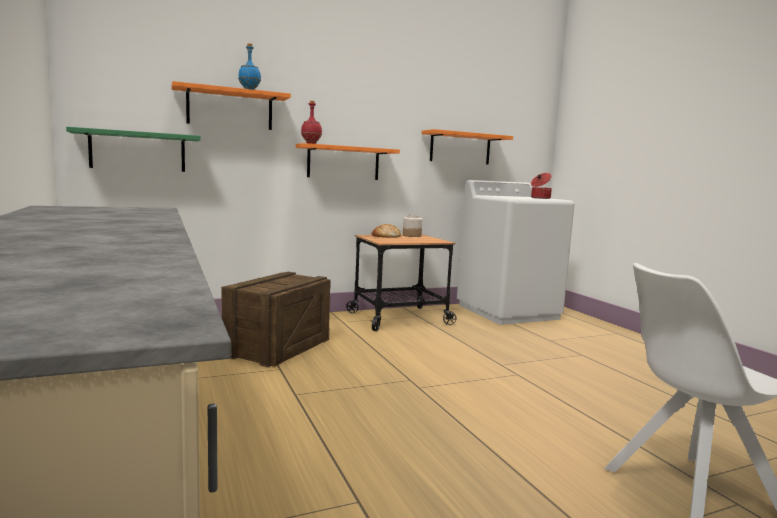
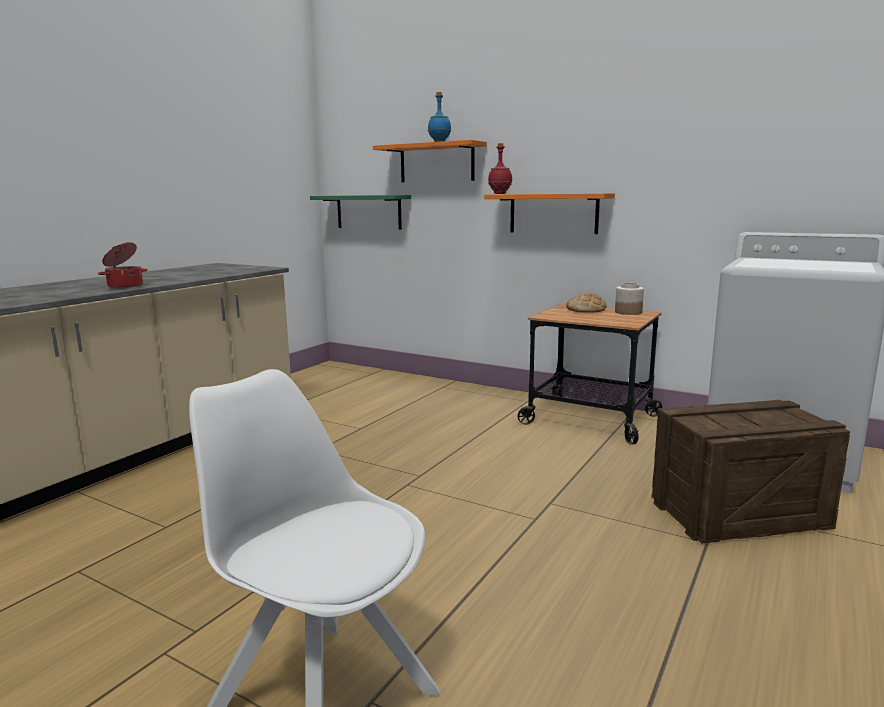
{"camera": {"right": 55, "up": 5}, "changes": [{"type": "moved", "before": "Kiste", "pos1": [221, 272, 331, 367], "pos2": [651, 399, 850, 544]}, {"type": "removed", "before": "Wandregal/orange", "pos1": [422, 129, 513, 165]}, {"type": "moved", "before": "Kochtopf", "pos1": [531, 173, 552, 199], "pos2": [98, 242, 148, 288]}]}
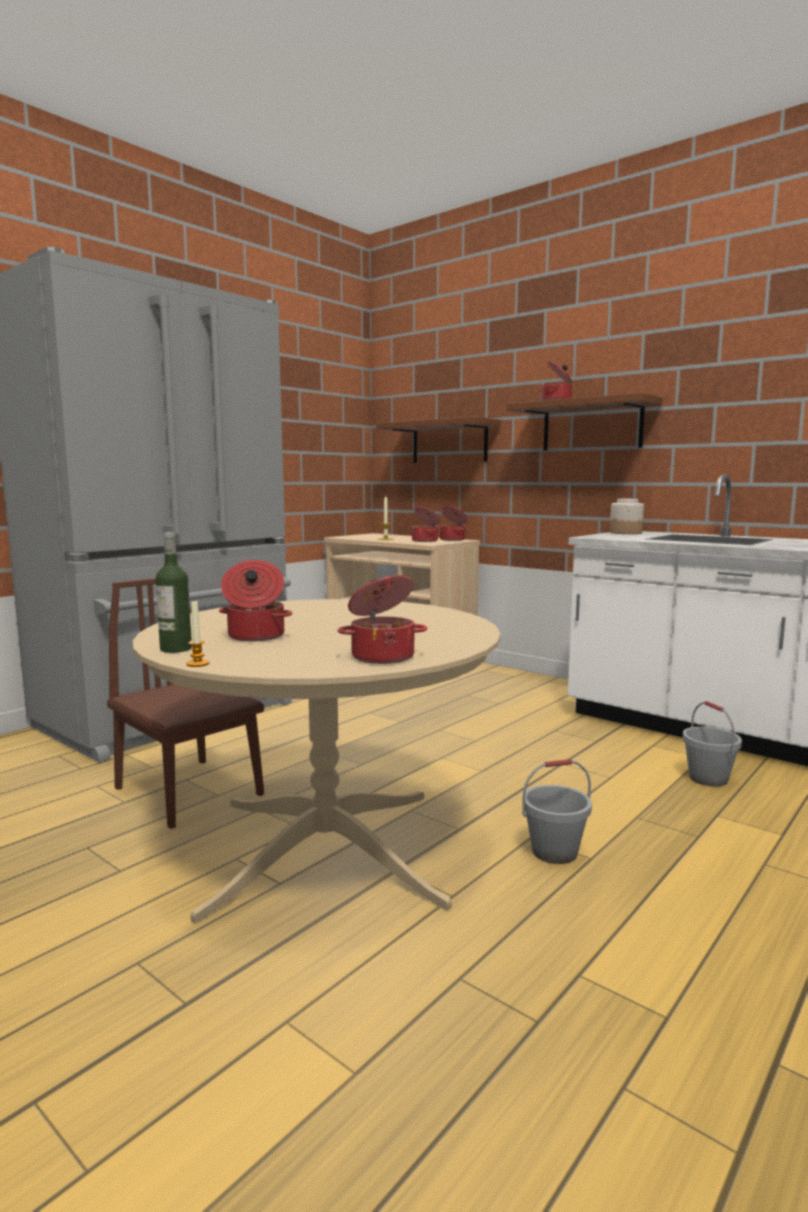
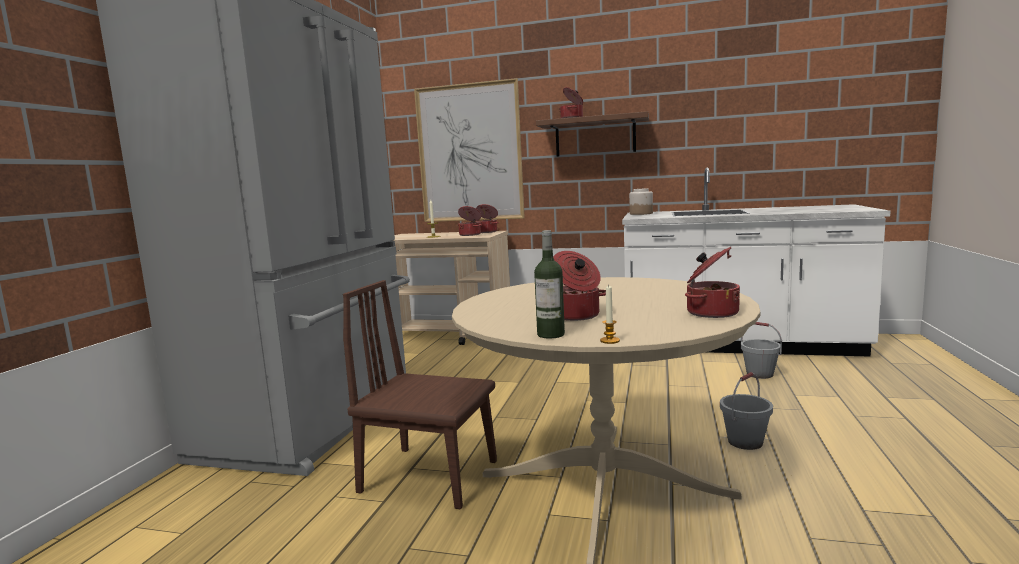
{"camera": {"right": -25, "up": 0}, "changes": [{"type": "replaced", "before": "Wandregal/braun", "after": "Bild", "pos1": [376, 417, 501, 463], "pos2": [414, 78, 525, 222]}]}
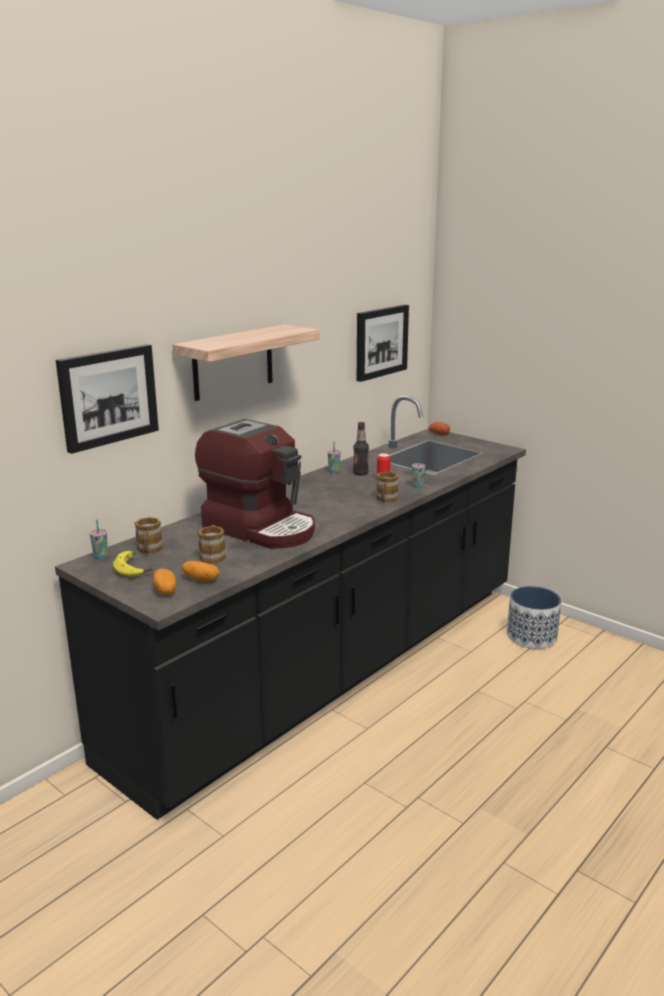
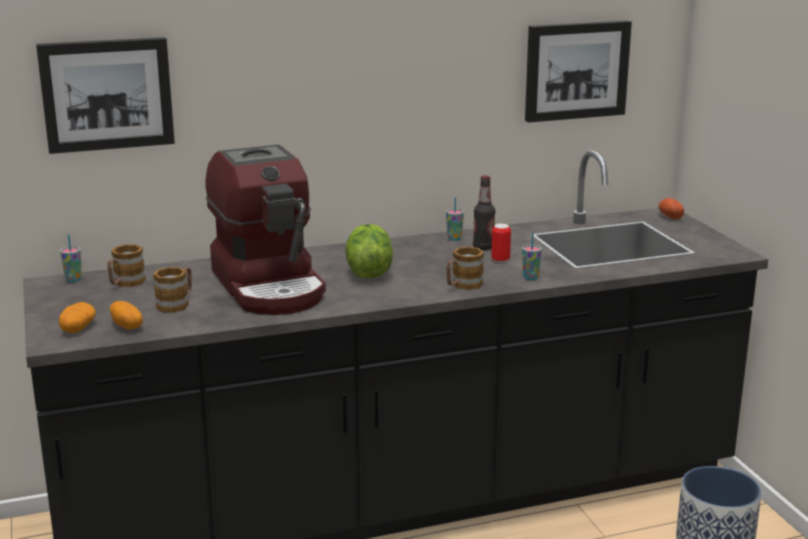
{"camera": {"right": 30, "up": 0}, "changes": [{"type": "removed", "before": "Banane", "pos1": [113, 551, 153, 577]}, {"type": "removed", "before": "Wandregal", "pos1": [173, 324, 320, 401]}, {"type": "added", "after": "Salatkopf", "pos2": [345, 224, 393, 278]}]}
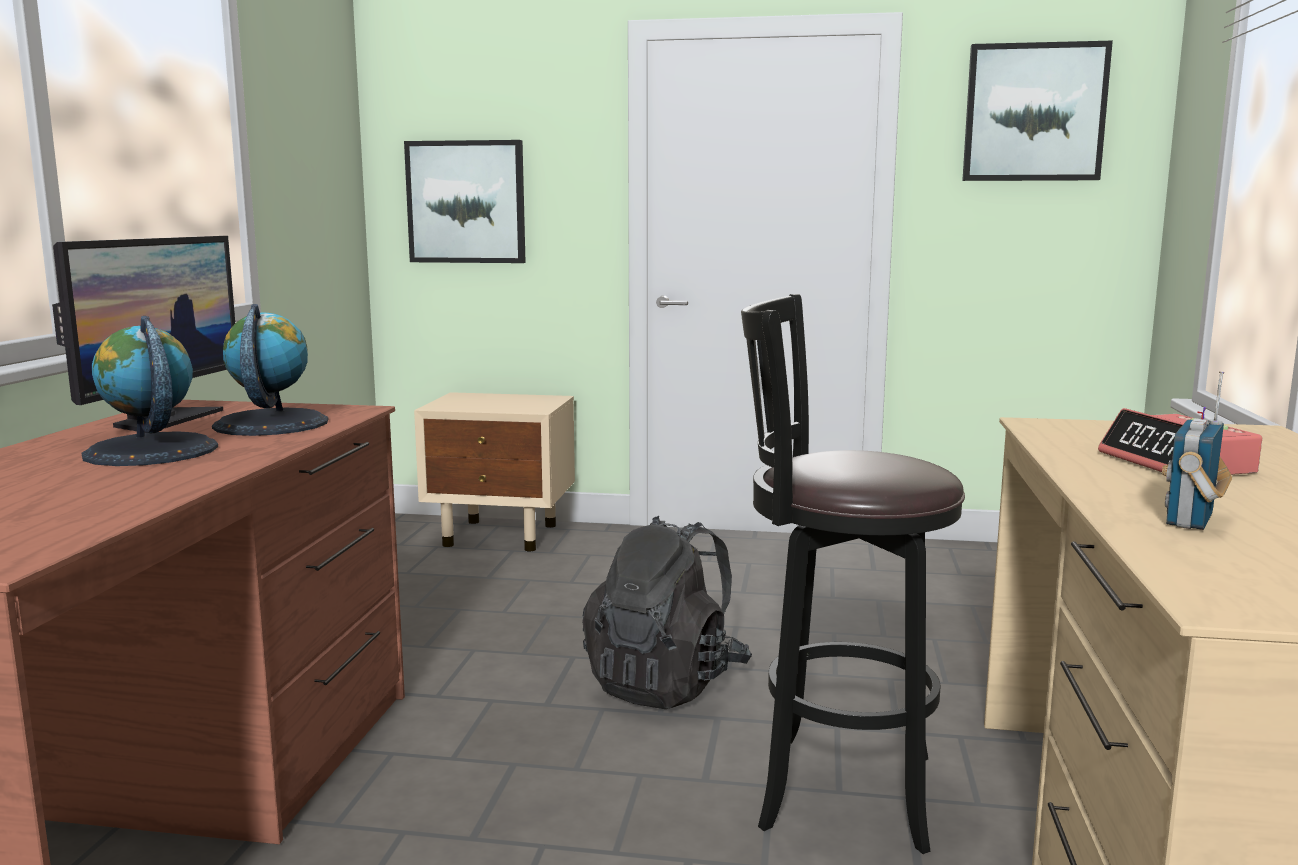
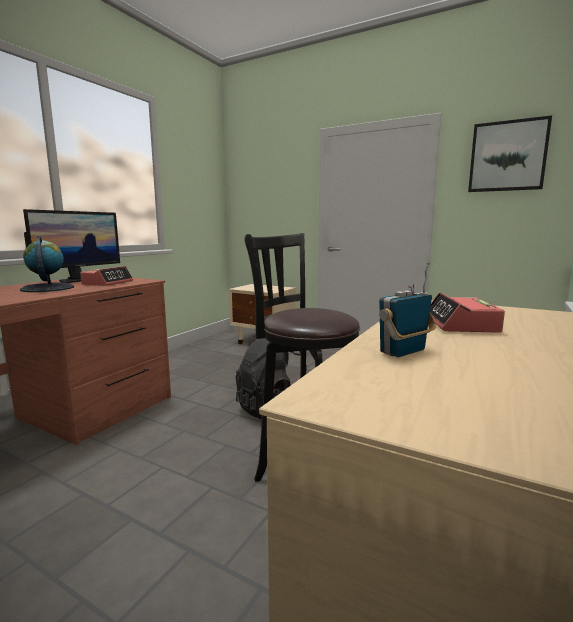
{"camera": {"right": 20, "up": 0}, "changes": [{"type": "replaced", "before": "Globus", "after": "Wecker", "pos1": [212, 304, 328, 436], "pos2": [80, 266, 133, 286]}, {"type": "removed", "before": "Bild", "pos1": [404, 140, 526, 263]}]}
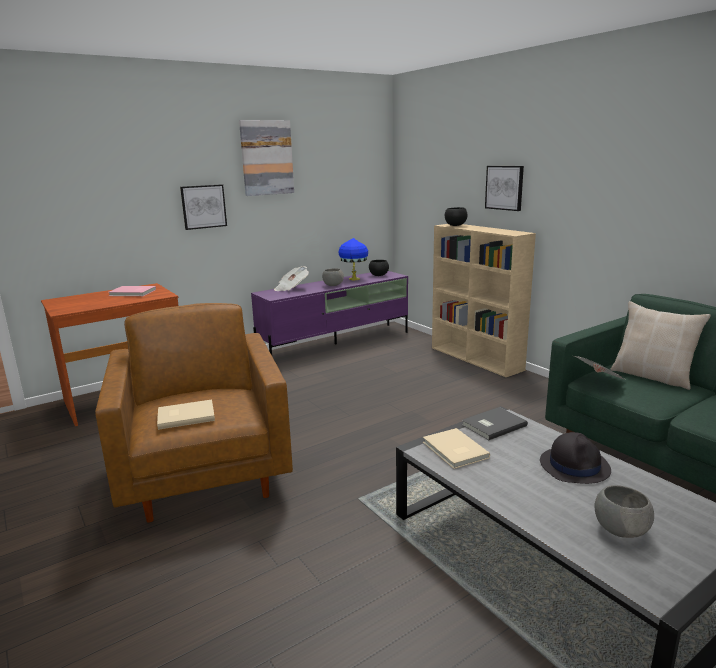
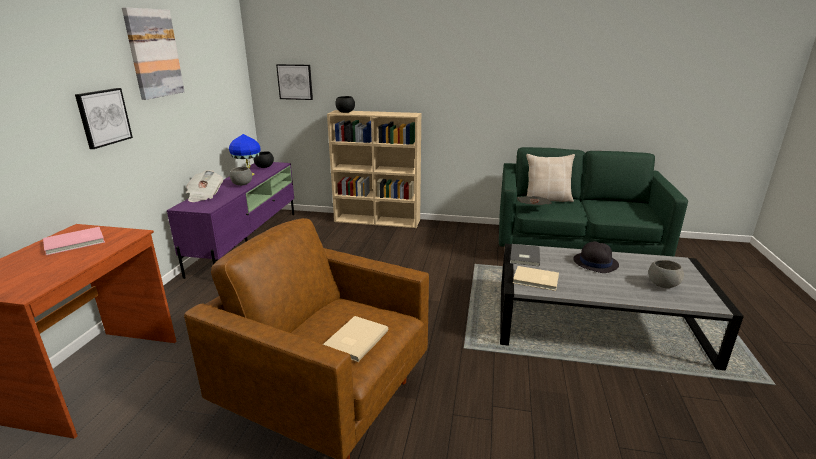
{"camera": {"right": -45, "up": 5}, "changes": [{"type": "moved", "before": "Bild", "pos1": [485, 166, 524, 211], "pos2": [276, 64, 313, 100]}]}
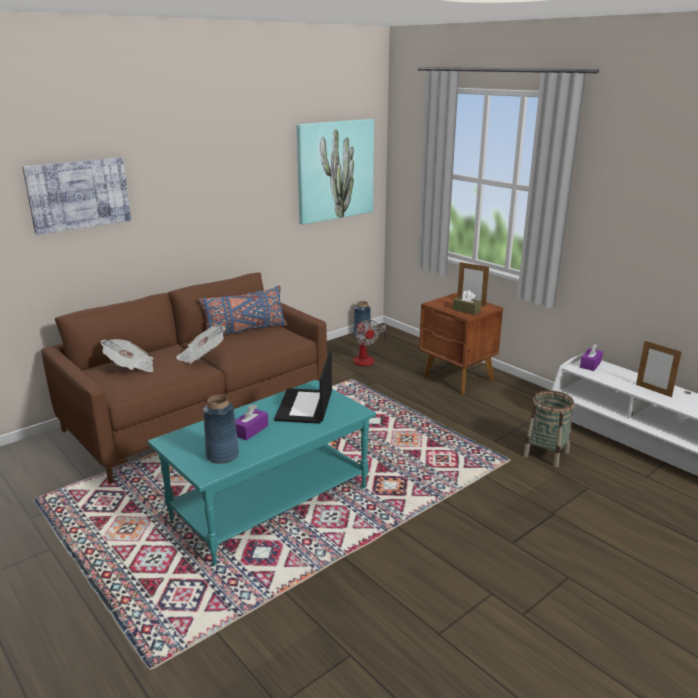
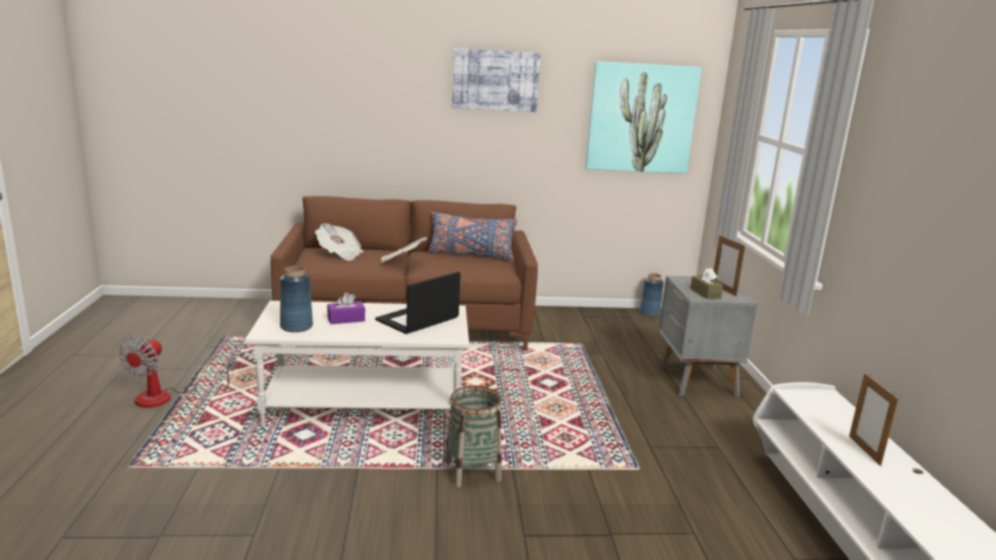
{"camera": {"right": 35, "up": -5}, "changes": [{"type": "moved", "before": "Bild", "pos1": [22, 157, 131, 235], "pos2": [452, 48, 541, 112]}, {"type": "recoloured", "before": "Couchtisch/türkis", "after": "Couchtisch/weiß", "pos1": [148, 380, 376, 565], "pos2": [245, 301, 469, 427]}, {"type": "moved", "before": "Ventilator", "pos1": [353, 320, 386, 366], "pos2": [119, 337, 235, 408]}, {"type": "recoloured", "before": "Nachttisch/braun", "after": "Nachttisch/grau", "pos1": [419, 293, 503, 395], "pos2": [659, 276, 758, 397]}, {"type": "moved", "before": "Korb", "pos1": [523, 390, 574, 467], "pos2": [445, 386, 502, 487]}, {"type": "removed", "before": "Taschentuchbox/lila", "pos1": [580, 344, 603, 371]}]}
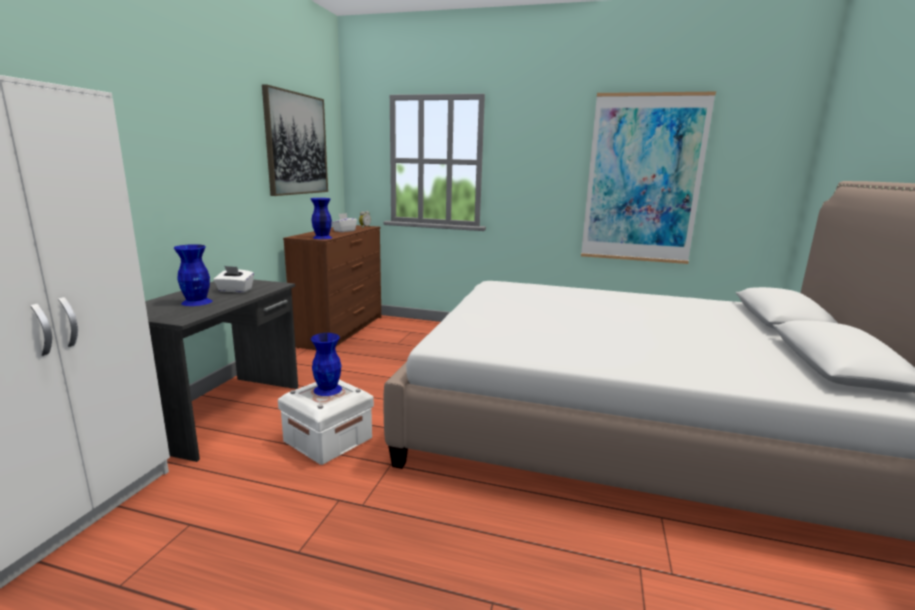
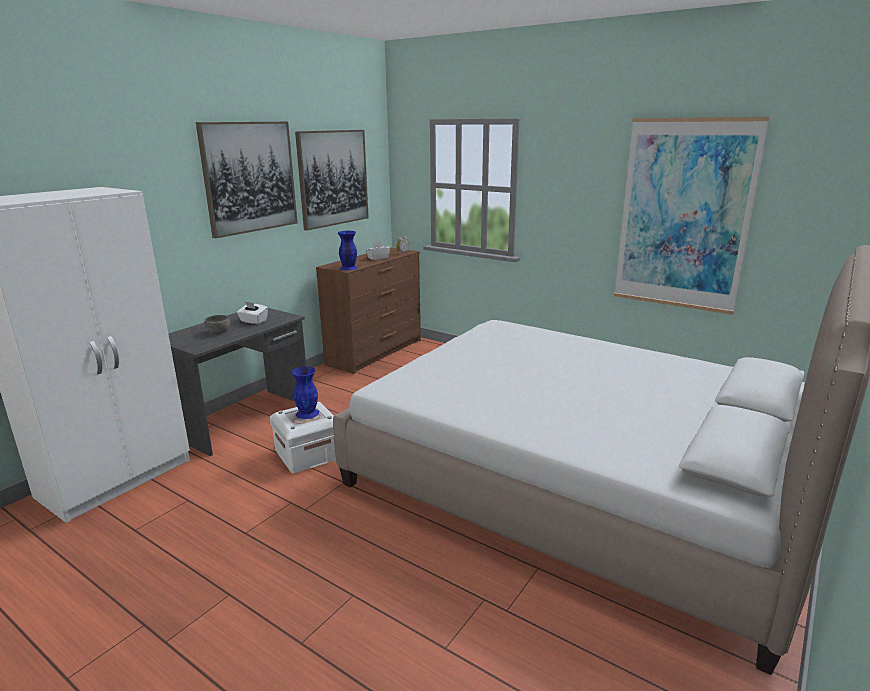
{"camera": {"right": 20, "up": 5}, "changes": [{"type": "replaced", "before": "Vase/blau", "after": "Schüssel/grau", "pos1": [174, 244, 212, 306], "pos2": [204, 315, 230, 334]}, {"type": "added", "after": "Bild", "pos2": [196, 122, 298, 238]}]}
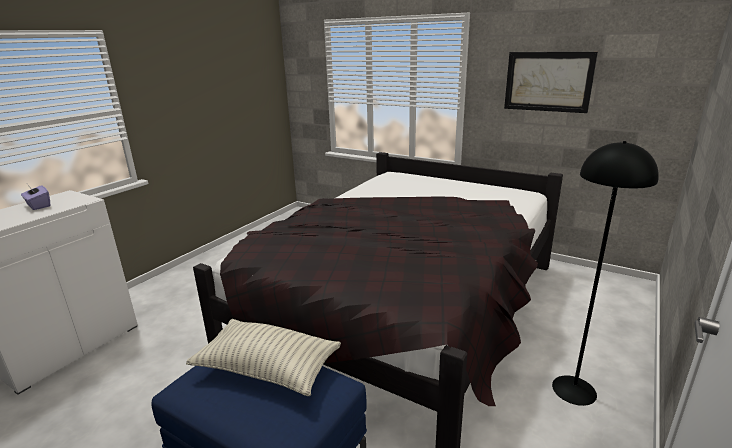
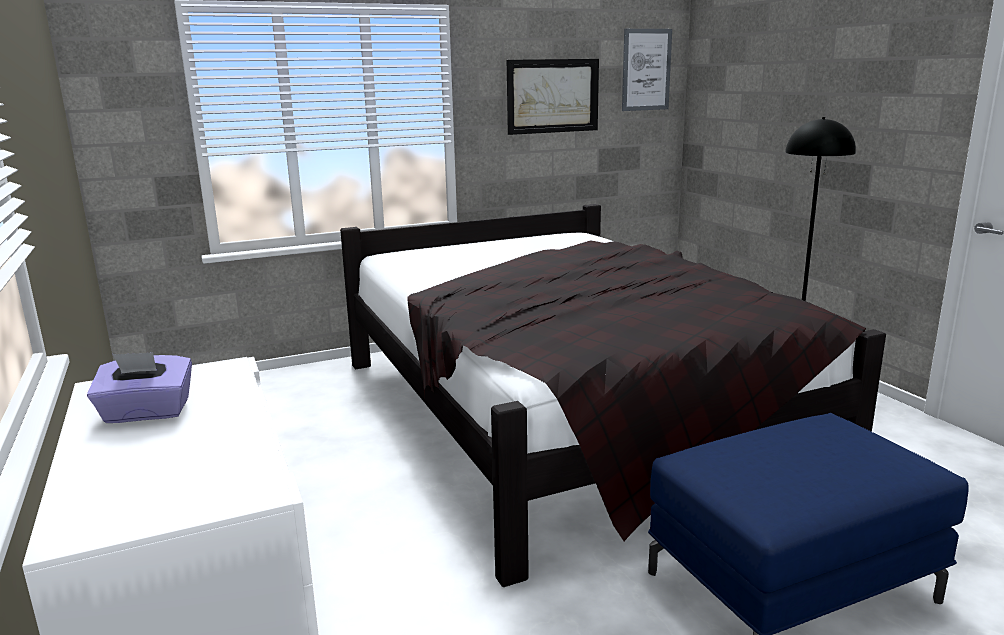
{"camera": {"right": -55, "up": -5}, "changes": [{"type": "removed", "before": "Kissen", "pos1": [186, 319, 341, 396]}, {"type": "added", "after": "Bild", "pos2": [622, 29, 672, 111]}]}
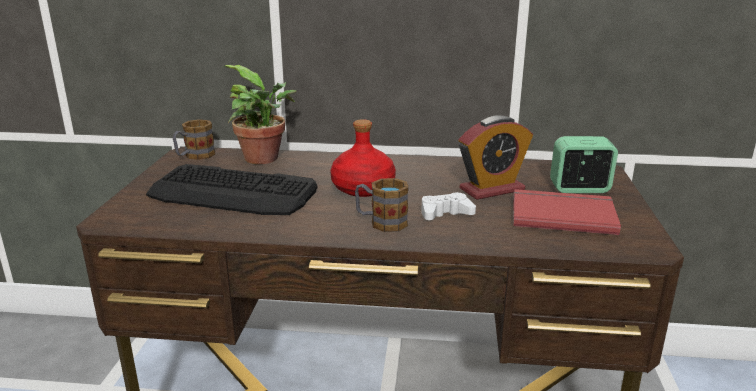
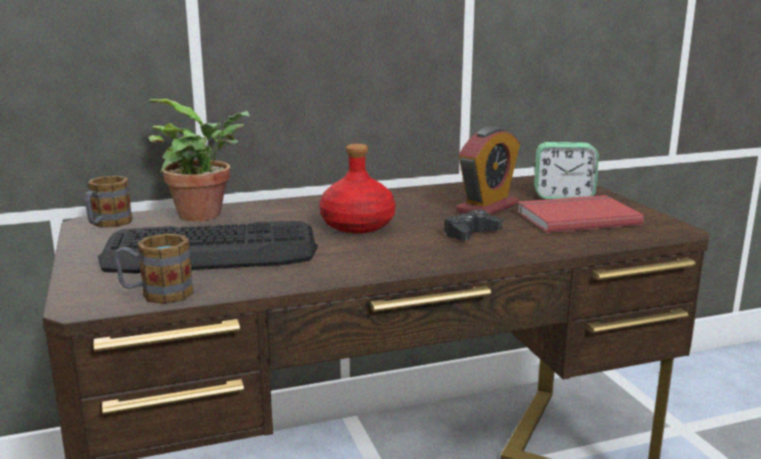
{"camera": {"right": -25, "up": -5}, "changes": [{"type": "moved", "before": "Henkelbecher", "pos1": [355, 178, 409, 232], "pos2": [115, 233, 194, 304]}, {"type": "recoloured", "before": "Gamepad/weiß", "after": "Gamepad/schwarz", "pos1": [421, 192, 476, 220], "pos2": [444, 210, 503, 240]}, {"type": "turned", "before": "Wecker", "pos1": [550, 136, 618, 193], "pos2": [534, 142, 599, 199], "turn": -150}]}
